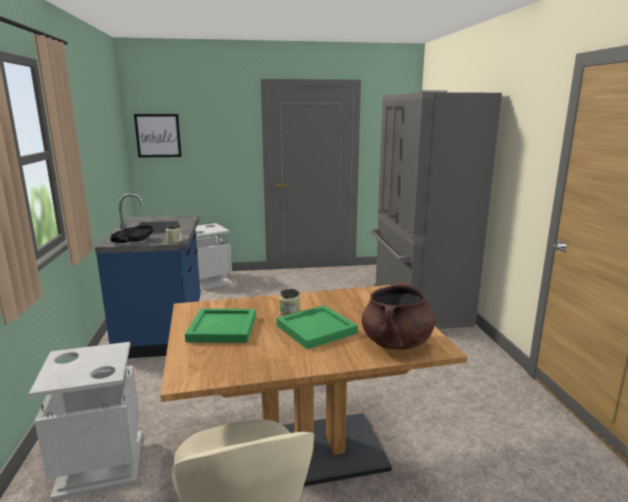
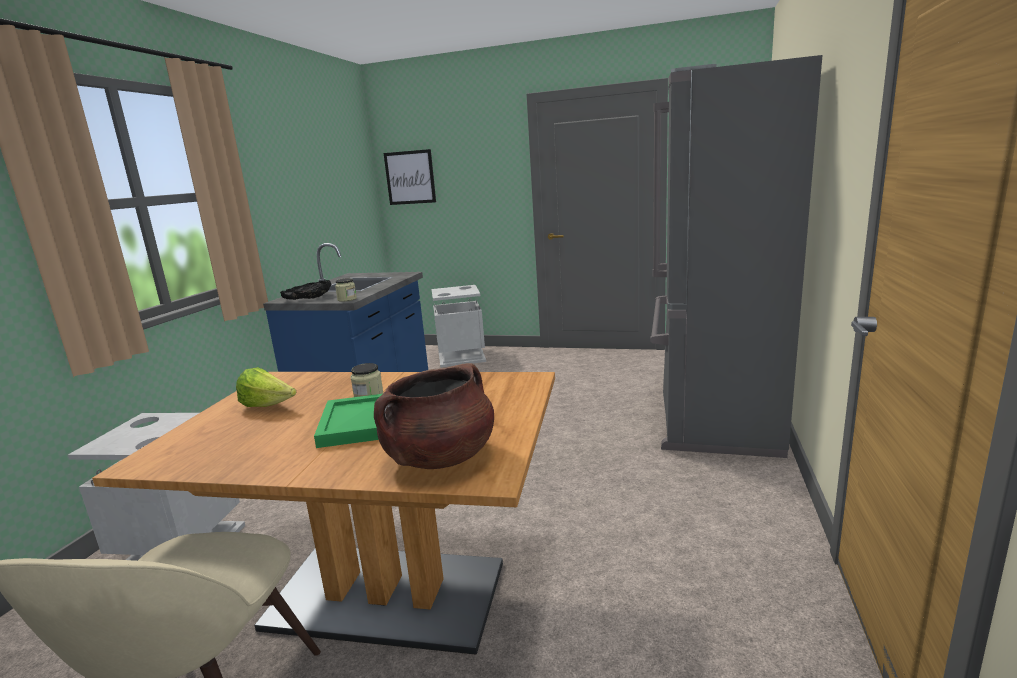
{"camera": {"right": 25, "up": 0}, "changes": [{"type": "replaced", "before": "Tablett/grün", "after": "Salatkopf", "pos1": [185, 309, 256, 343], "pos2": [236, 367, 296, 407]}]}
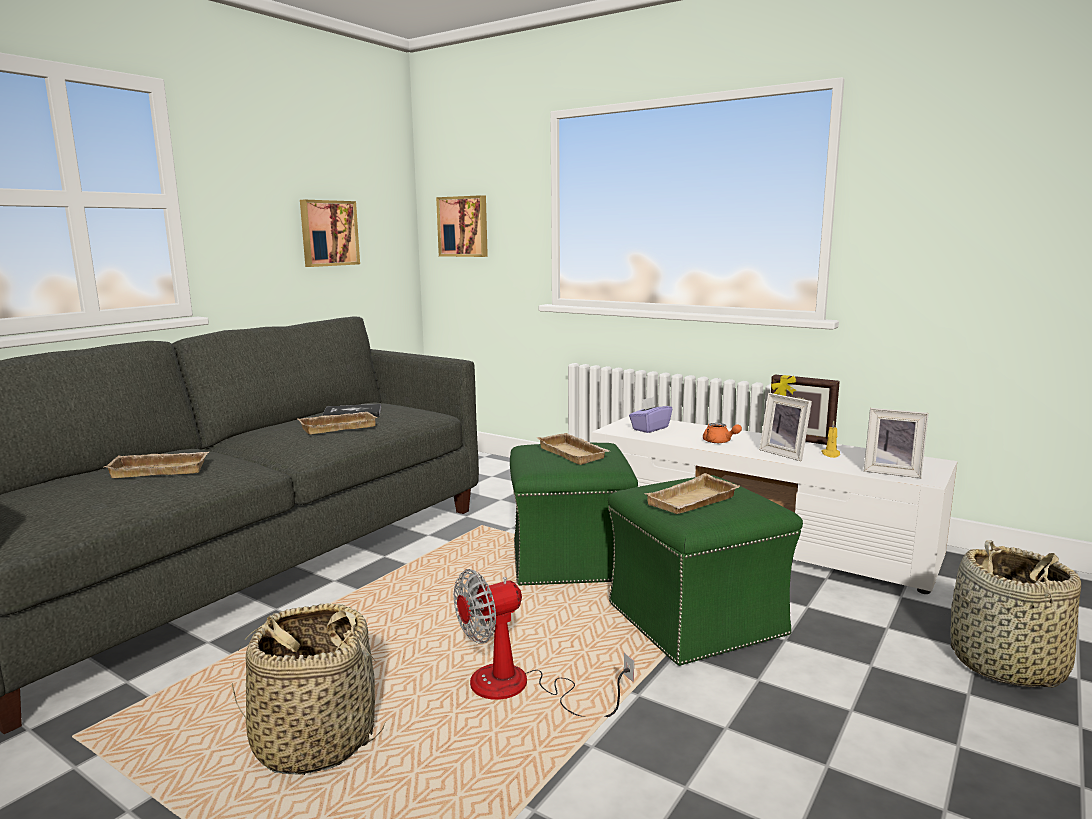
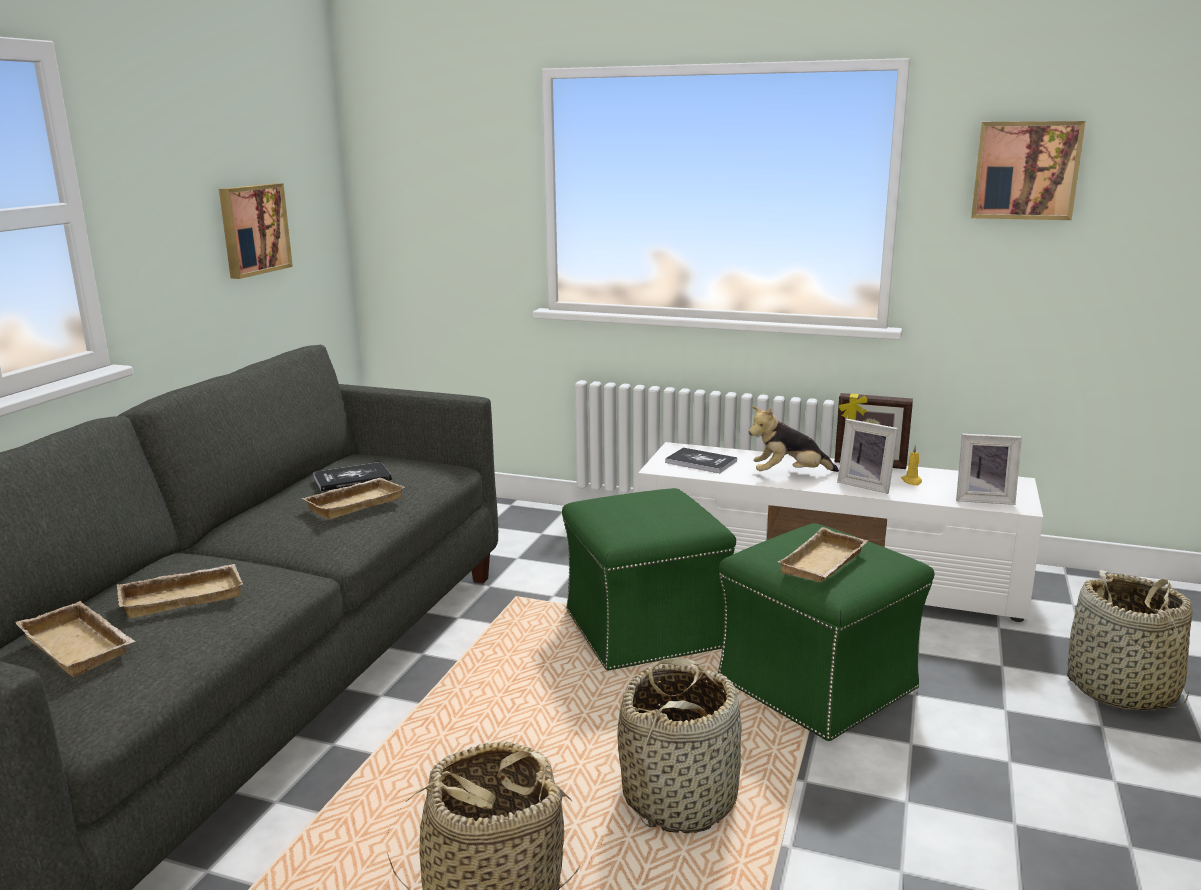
{"camera": {"right": -15, "up": 5}, "changes": [{"type": "moved", "before": "Bild", "pos1": [436, 195, 488, 257], "pos2": [971, 121, 1085, 220]}, {"type": "replaced", "before": "Ventilator", "after": "Korb", "pos1": [454, 569, 634, 717], "pos2": [618, 658, 742, 833]}, {"type": "moved", "before": "Tablett/beige", "pos1": [537, 433, 609, 465], "pos2": [15, 601, 135, 677]}, {"type": "replaced", "before": "Taschentuchbox/lila", "after": "Buch", "pos1": [629, 397, 672, 433], "pos2": [665, 448, 737, 473]}, {"type": "replaced", "before": "Teekanne/orange", "after": "Plüschtier", "pos1": [703, 423, 742, 443], "pos2": [749, 406, 839, 472]}]}
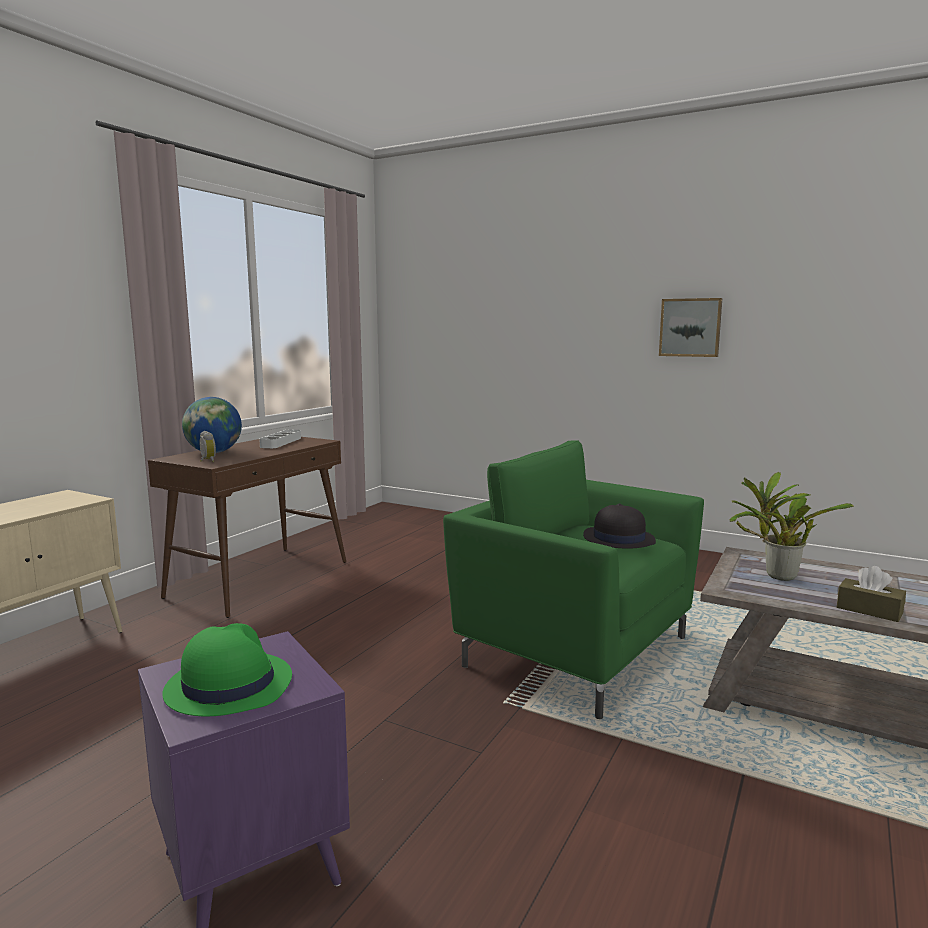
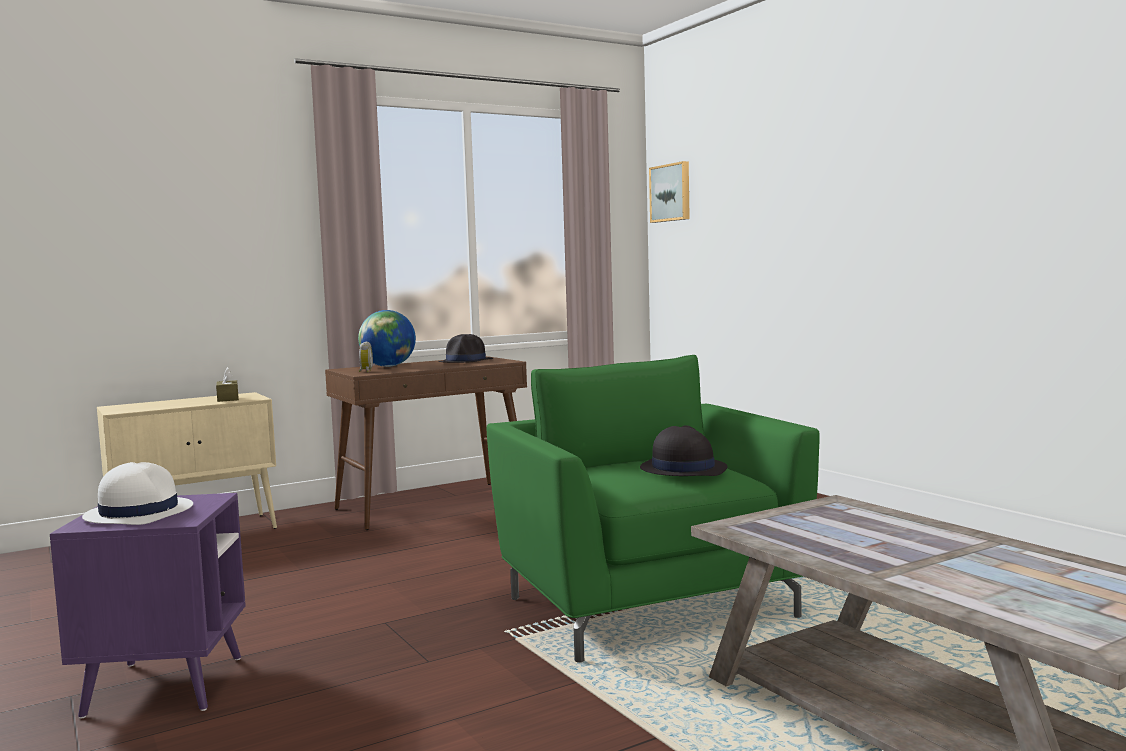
{"camera": {"right": 30, "up": -5}, "changes": [{"type": "recoloured", "before": "Hut/grün", "after": "Hut/weiß", "pos1": [162, 623, 292, 716], "pos2": [82, 462, 193, 525]}, {"type": "replaced", "before": "Tablett/weiß", "after": "Hut/schwarz", "pos1": [259, 430, 301, 448], "pos2": [438, 334, 494, 363]}, {"type": "moved", "before": "Bild", "pos1": [659, 298, 722, 357], "pos2": [649, 161, 690, 223]}, {"type": "removed", "before": "Topfpflanze", "pos1": [730, 472, 854, 581]}, {"type": "moved", "before": "Taschentuchbox/braun", "pos1": [837, 566, 906, 622], "pos2": [216, 367, 239, 402]}]}
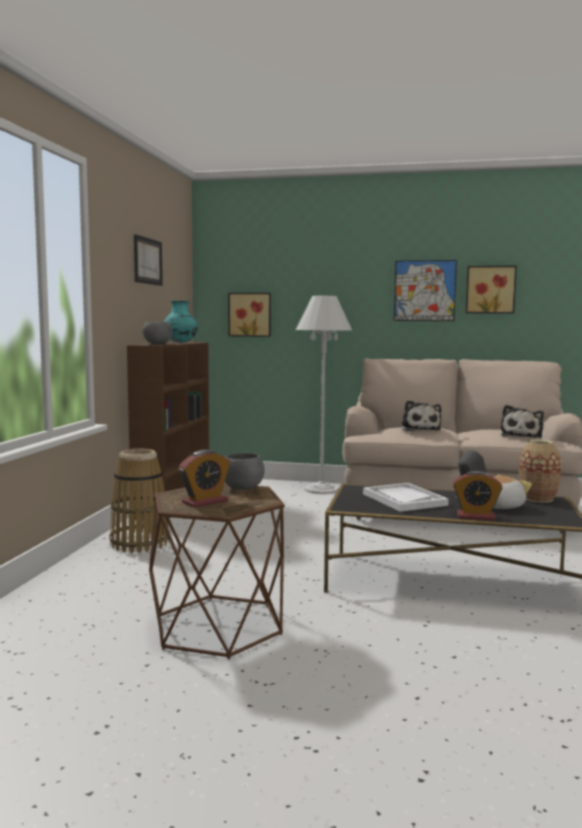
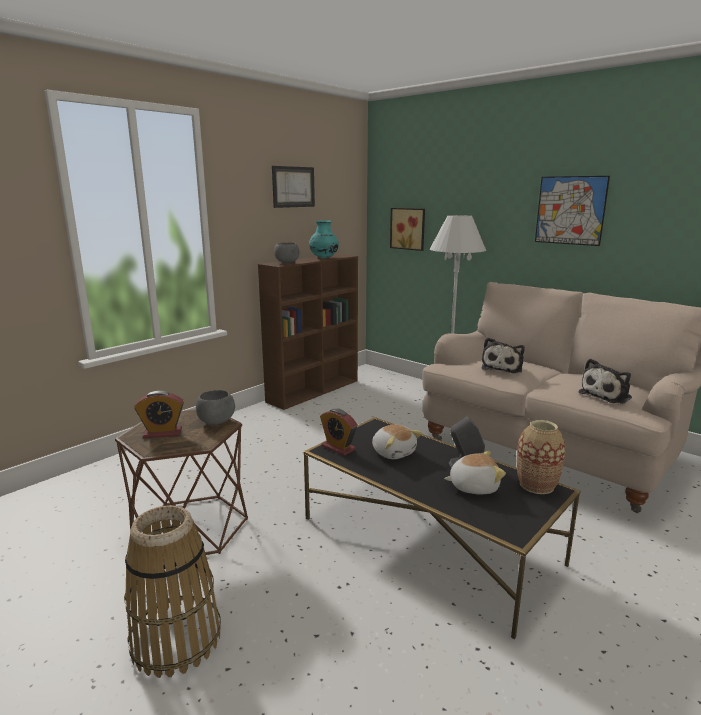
{"camera": {"right": 30, "up": 10}, "changes": [{"type": "moved", "before": "Korb", "pos1": [109, 449, 170, 553], "pos2": [124, 505, 221, 678]}, {"type": "replaced", "before": "Tablett/weiß", "after": "Plüschtier", "pos1": [363, 483, 449, 512], "pos2": [372, 425, 422, 459]}, {"type": "moved", "before": "Wecker", "pos1": [453, 471, 502, 520], "pos2": [320, 408, 357, 456]}, {"type": "removed", "before": "Bild", "pos1": [466, 266, 517, 314]}]}
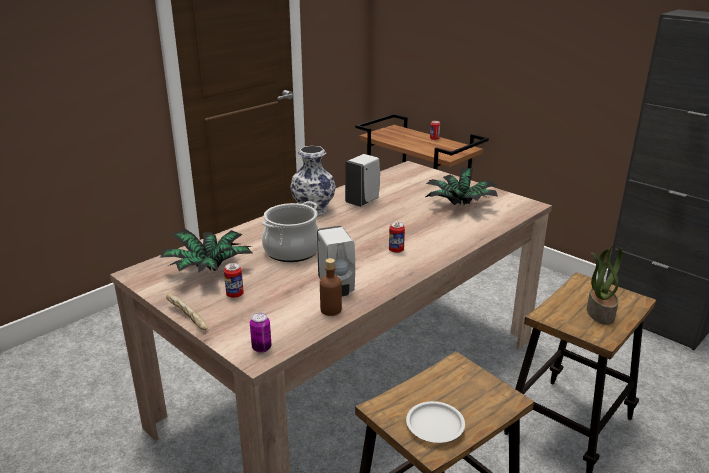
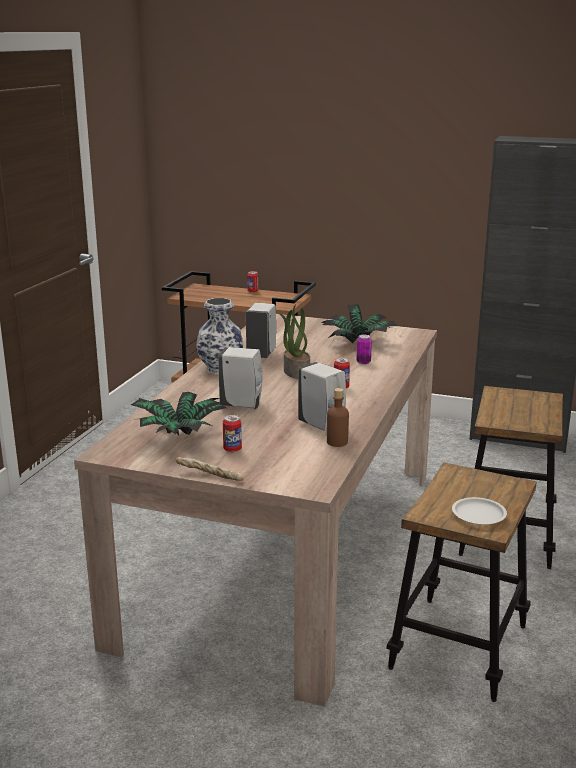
{"camera": {"right": -25, "up": -5}, "changes": [{"type": "moved", "before": "Dose", "pos1": [250, 313, 272, 353], "pos2": [356, 335, 372, 364]}, {"type": "replaced", "before": "Kochtopf", "after": "Seifenspender/weiß", "pos1": [262, 201, 319, 262], "pos2": [218, 347, 263, 409]}, {"type": "moved", "before": "Topfpflanze", "pos1": [587, 246, 622, 325], "pos2": [279, 304, 310, 379]}]}
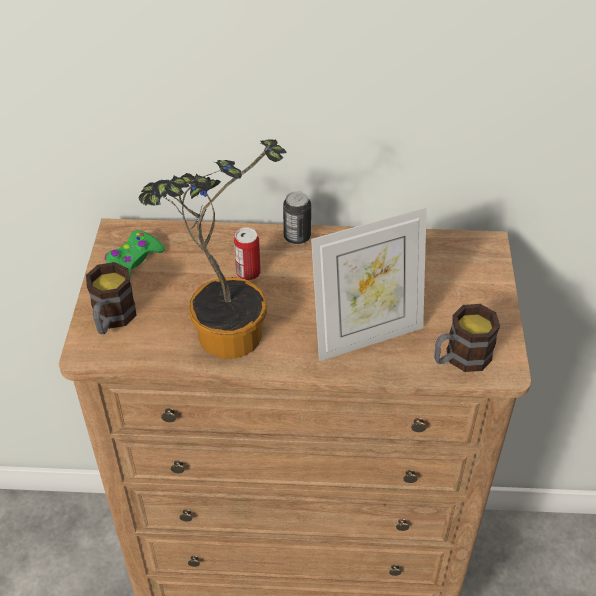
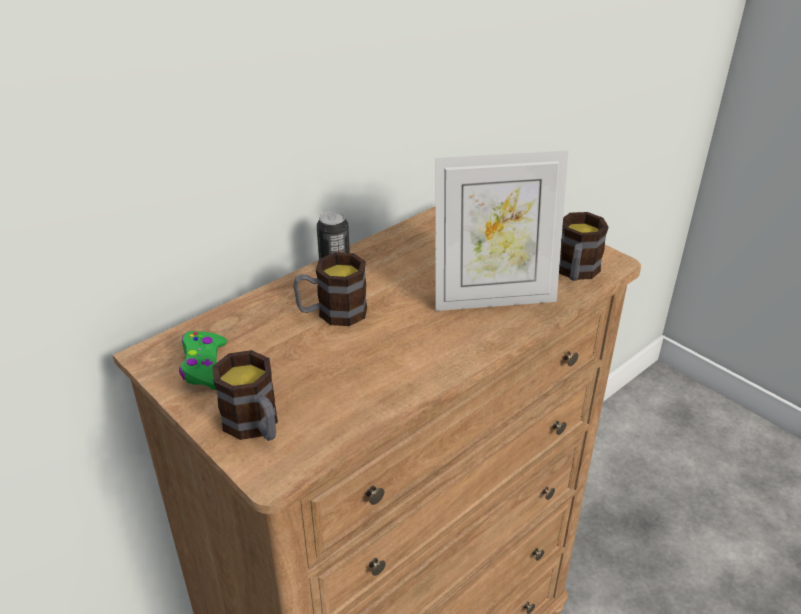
{"camera": {"right": -45, "up": -10}, "changes": [{"type": "removed", "before": "Topfpflanze", "pos1": [138, 139, 287, 359]}, {"type": "replaced", "before": "Dose", "after": "Henkelbecher", "pos1": [234, 227, 261, 280], "pos2": [293, 252, 367, 326]}, {"type": "turned", "before": "Bilderrahmen", "pos1": [311, 207, 427, 361], "pos2": [435, 150, 568, 311], "turn": 60}]}
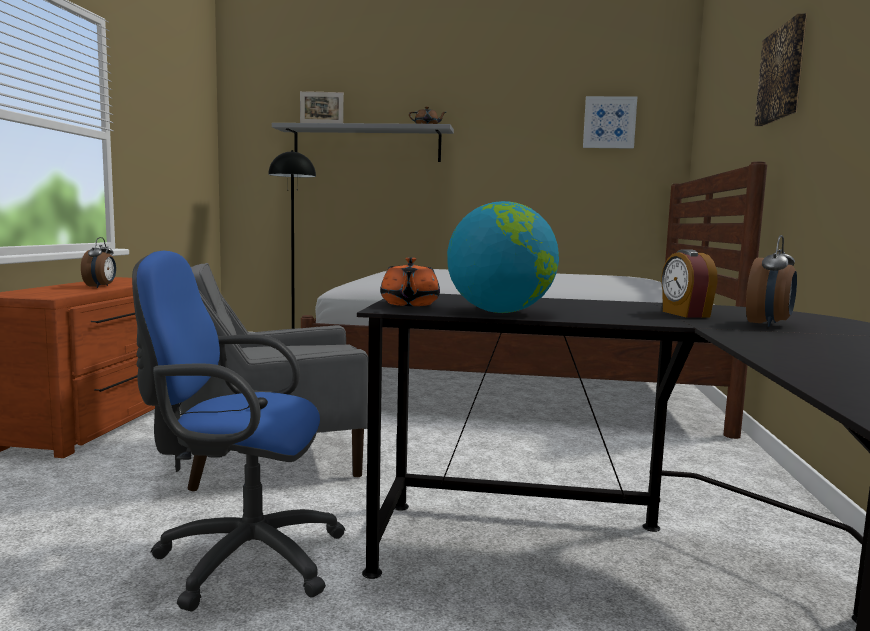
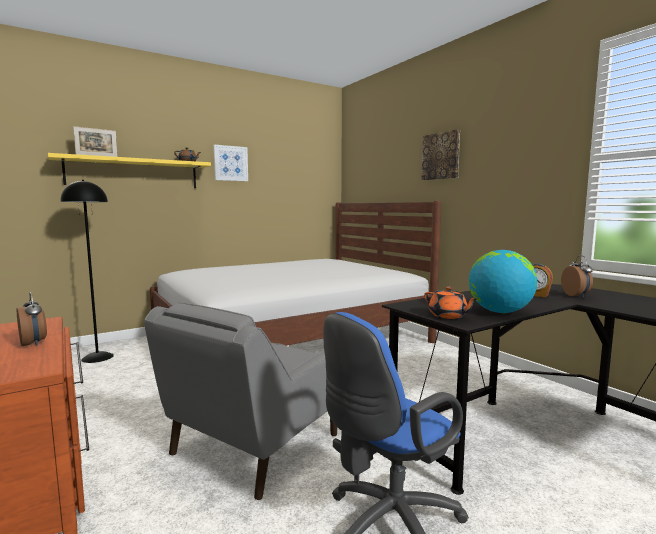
{"camera": {"right": -40, "up": 0}, "changes": [{"type": "recoloured", "before": "Wandregal/grau", "after": "Wandregal/gelb", "pos1": [272, 123, 454, 162], "pos2": [48, 153, 211, 188]}, {"type": "moved", "before": "Bild", "pos1": [583, 96, 638, 149], "pos2": [214, 145, 248, 181]}]}
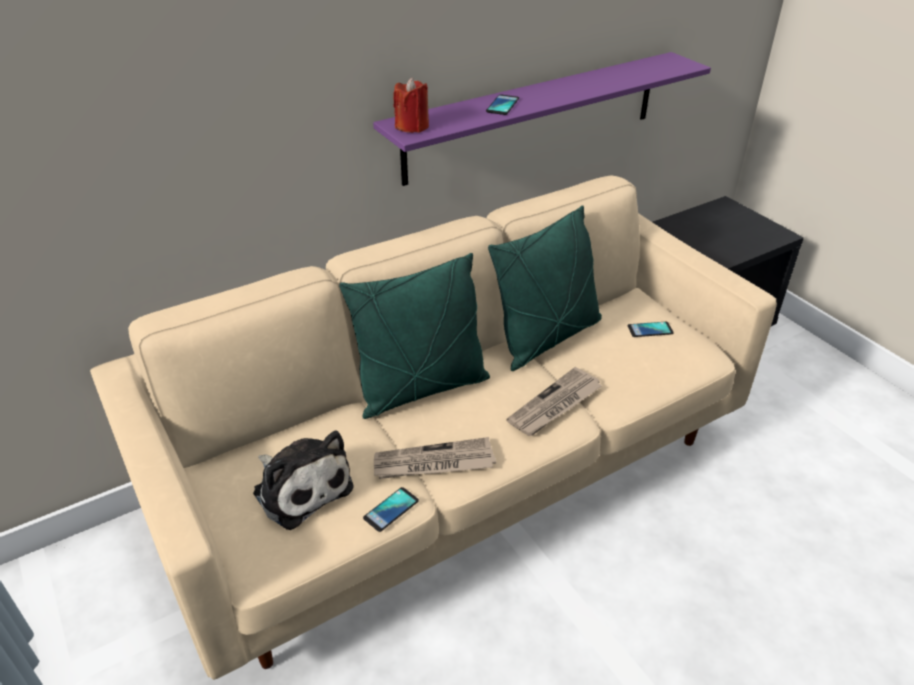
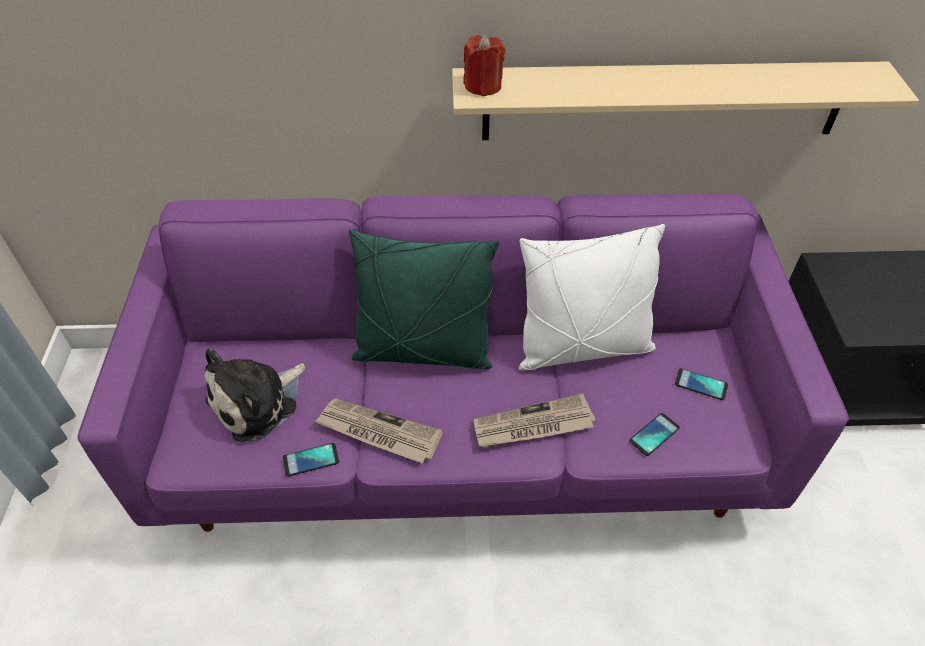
{"camera": {"right": 30, "up": 10}, "changes": [{"type": "recoloured", "before": "Sofa/beige", "after": "Sofa/lila", "pos1": [90, 175, 777, 680], "pos2": [77, 193, 849, 532]}, {"type": "turned", "before": "Plüschtier", "pos1": [253, 430, 353, 530], "pos2": [205, 348, 305, 442], "turn": 60}, {"type": "recoloured", "before": "Wandregal/lila", "after": "Wandregal/beige", "pos1": [373, 52, 711, 186], "pos2": [452, 61, 919, 140]}, {"type": "moved", "before": "Handy", "pos1": [486, 94, 519, 115], "pos2": [629, 413, 680, 456]}, {"type": "recoloured", "before": "Kissen/grün", "after": "Kissen/weiß", "pos1": [488, 206, 602, 371], "pos2": [519, 224, 665, 371]}]}
